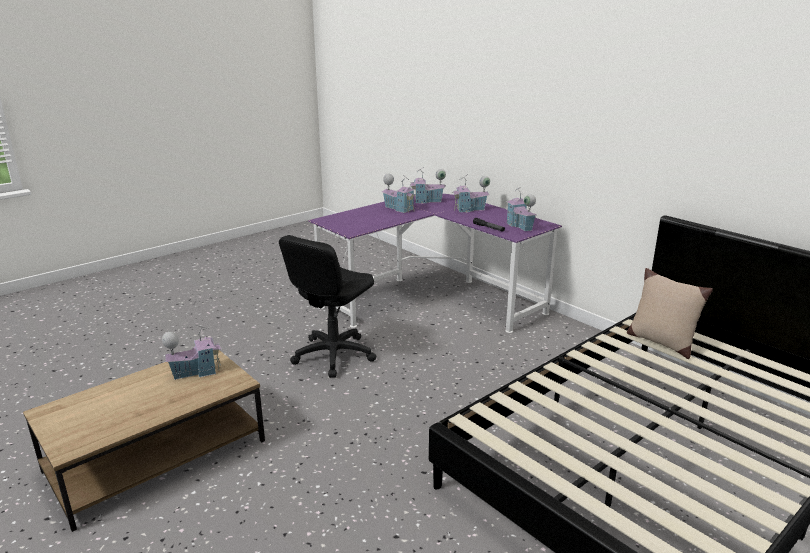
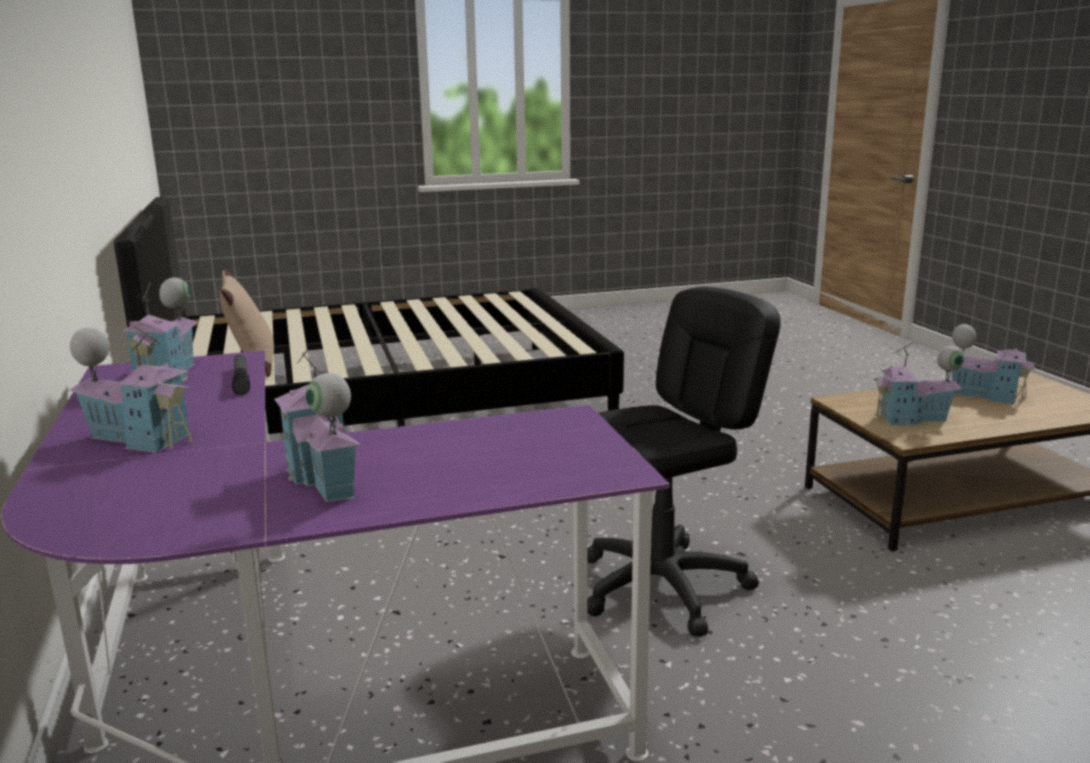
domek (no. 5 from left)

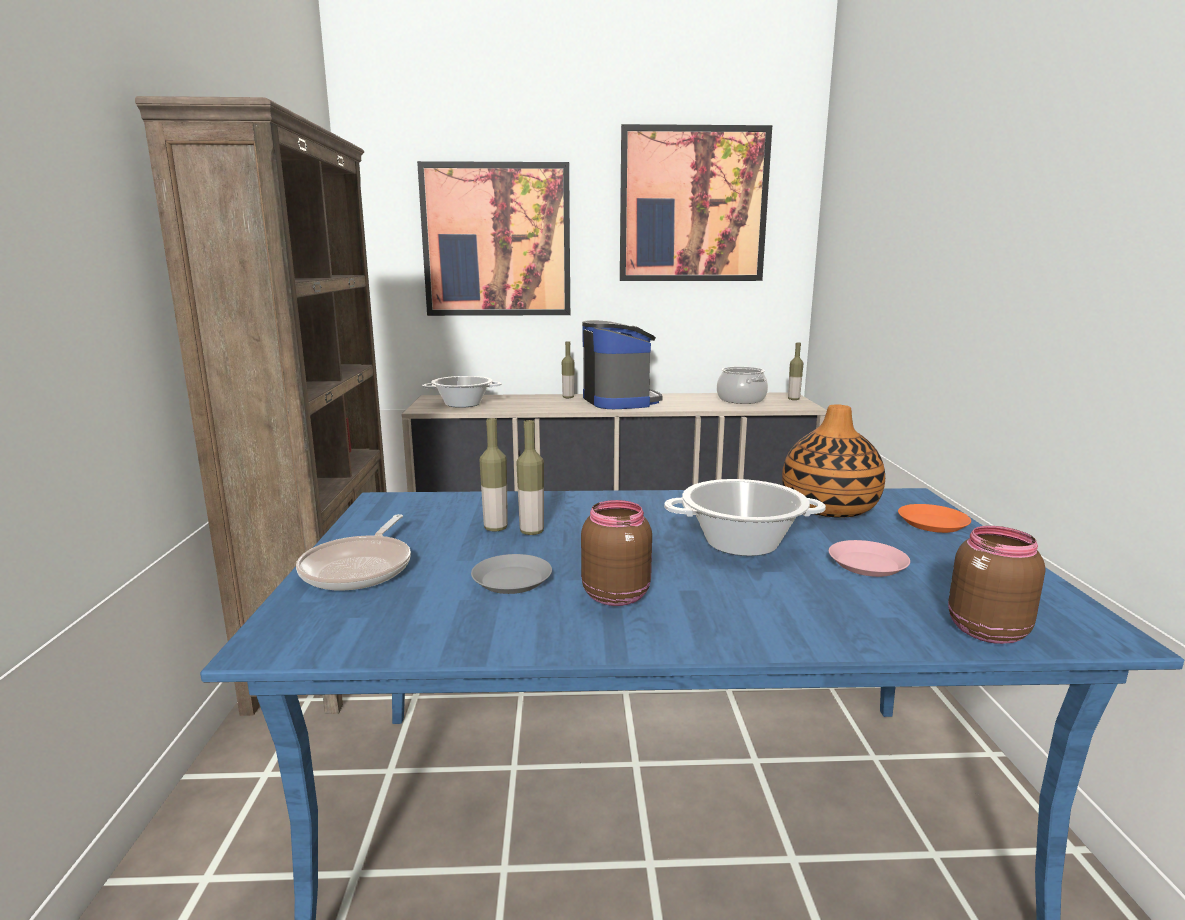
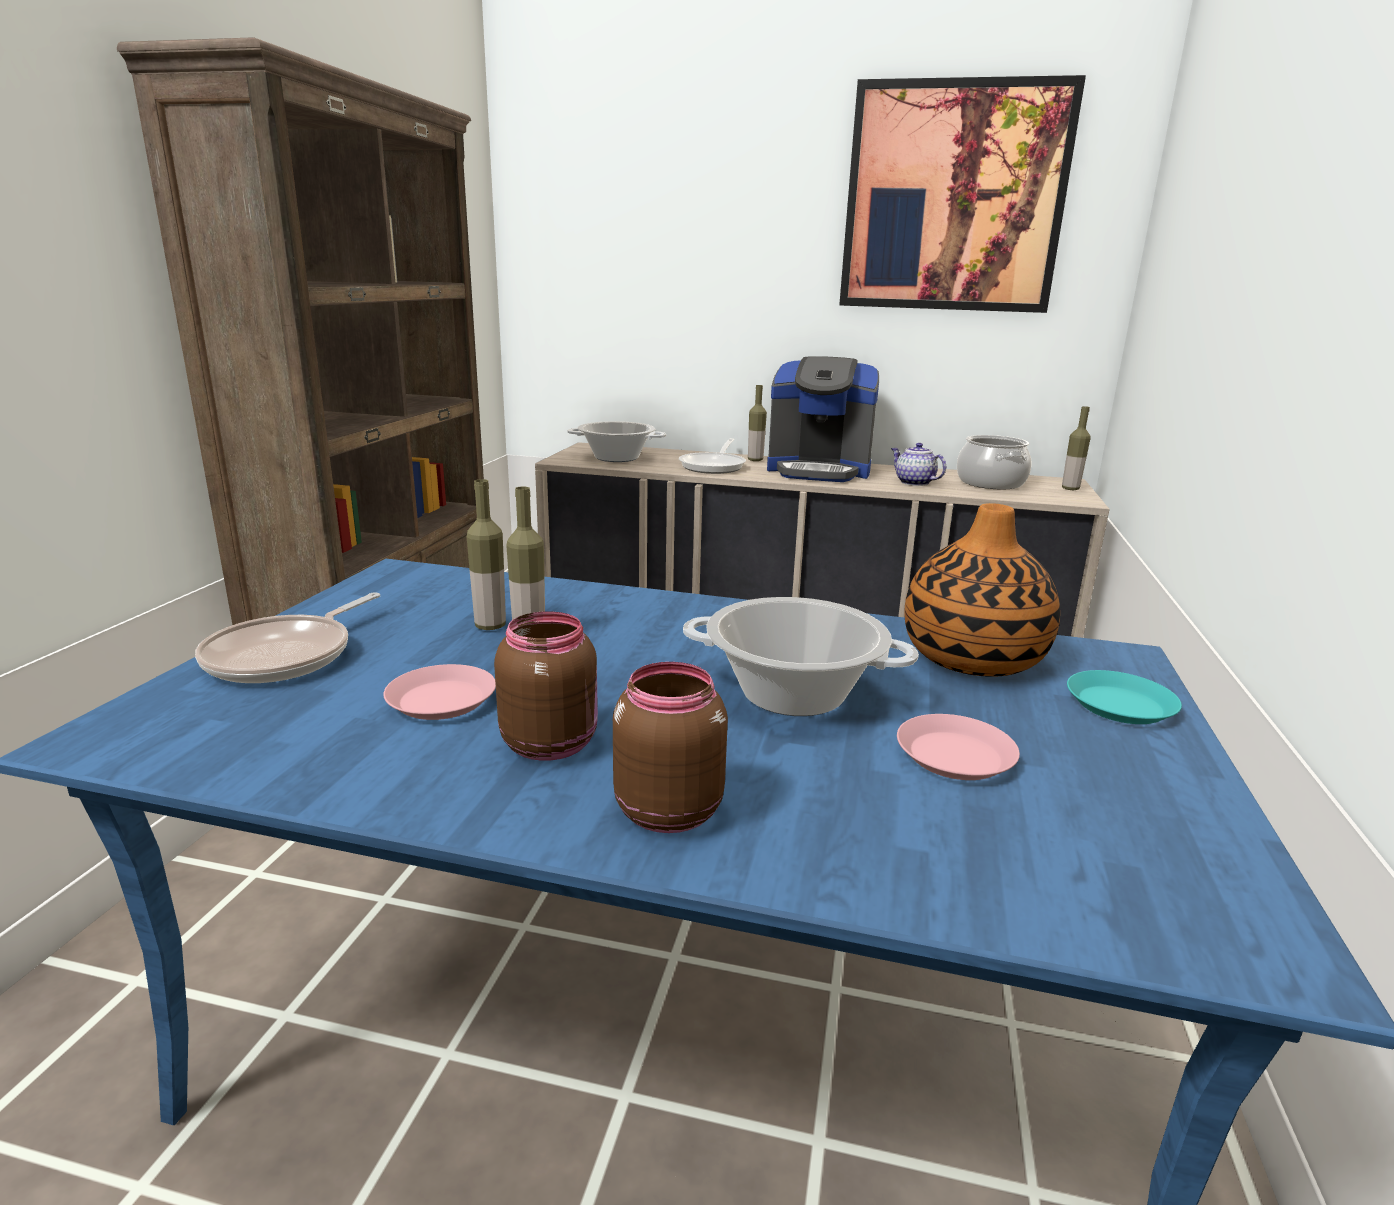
talerz/różowy (no. 1 from left)
słoik/brązowy (no. 2 from left)
patelnia (no. 2 from left)
ekspres do kawy
imbryk
talerz/turkusowy
obraz (no. 1 from left in the first image)

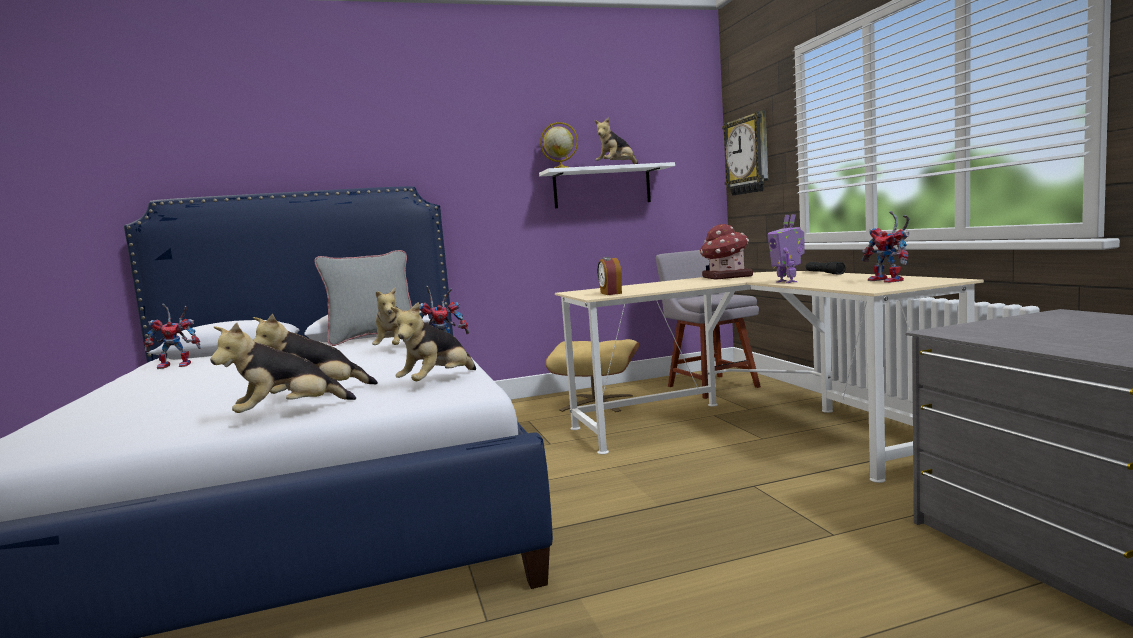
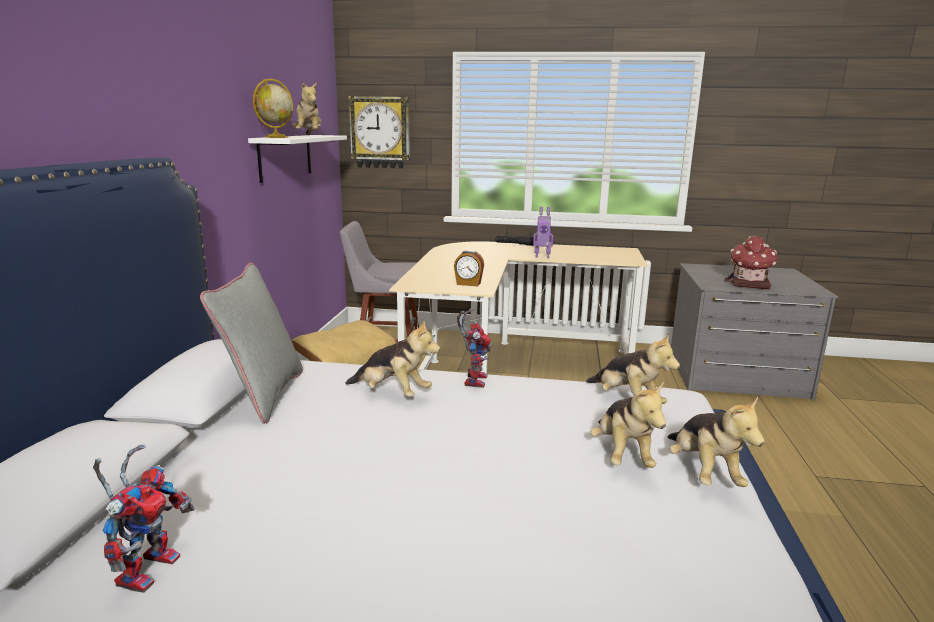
domek
robot zabawkowy (no. 4 from left in the first image)

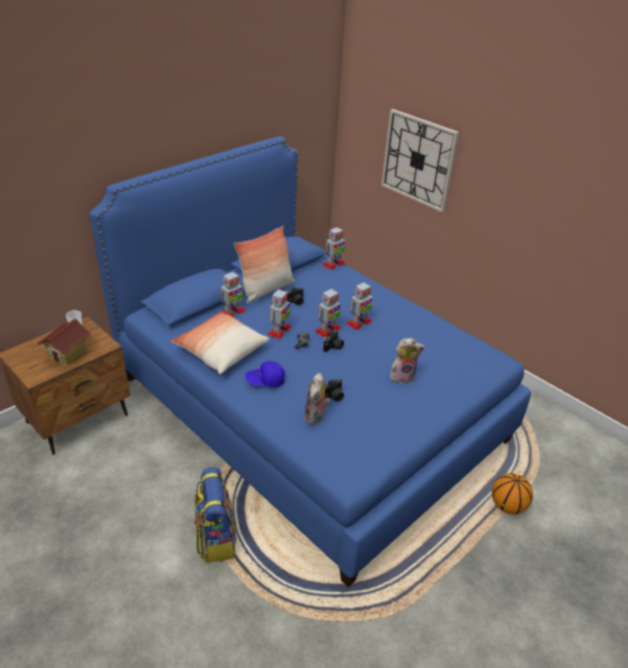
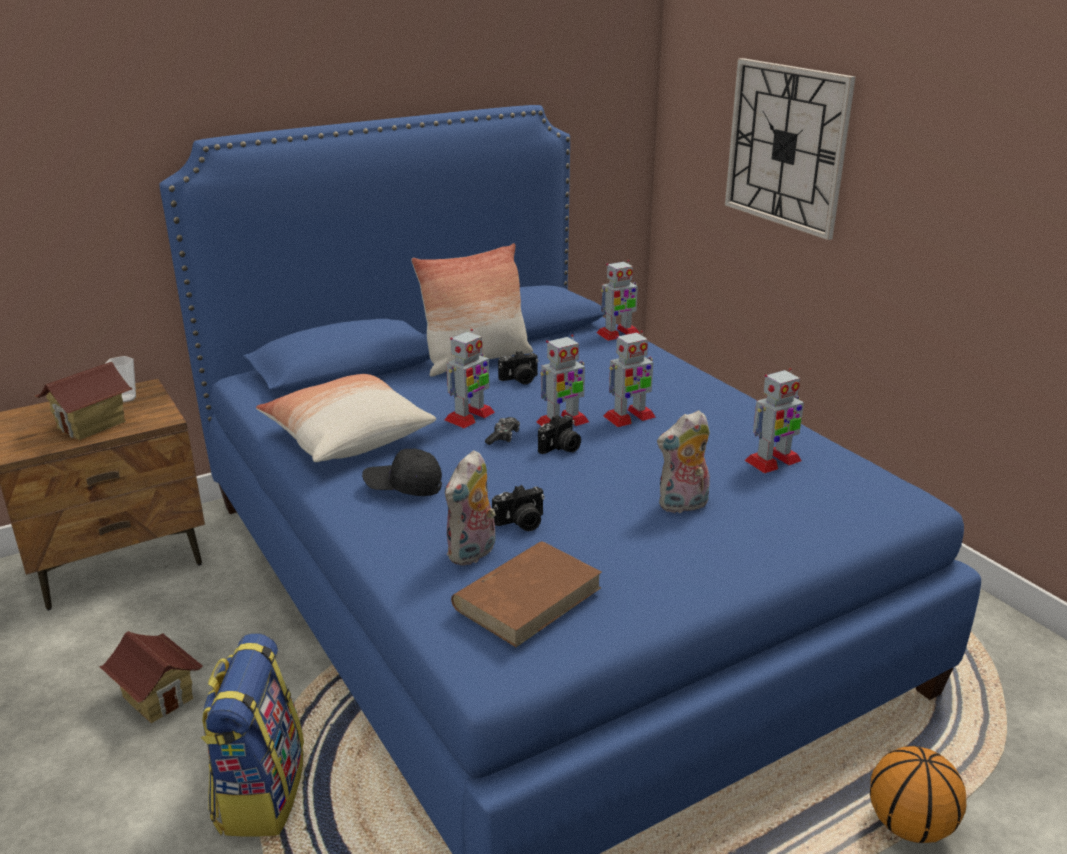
domek (no. 2 from left)
czapka z daszkiem/czarny
książka/brązowy
pluszak (no. 2 from left)
robot zabawkowy (no. 5 from left)

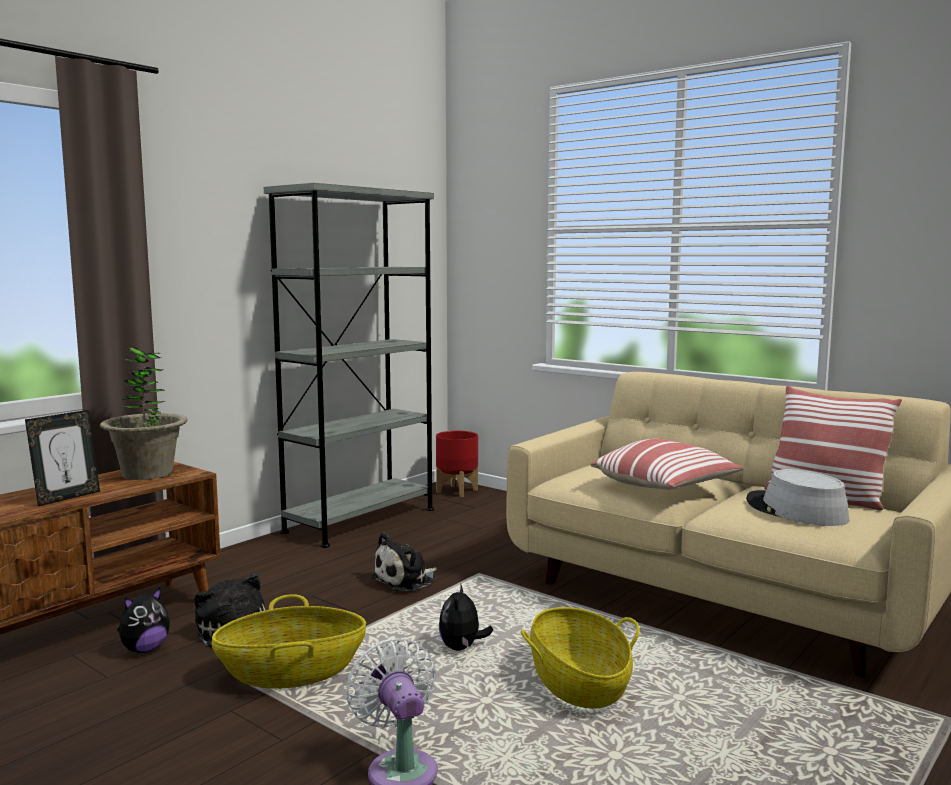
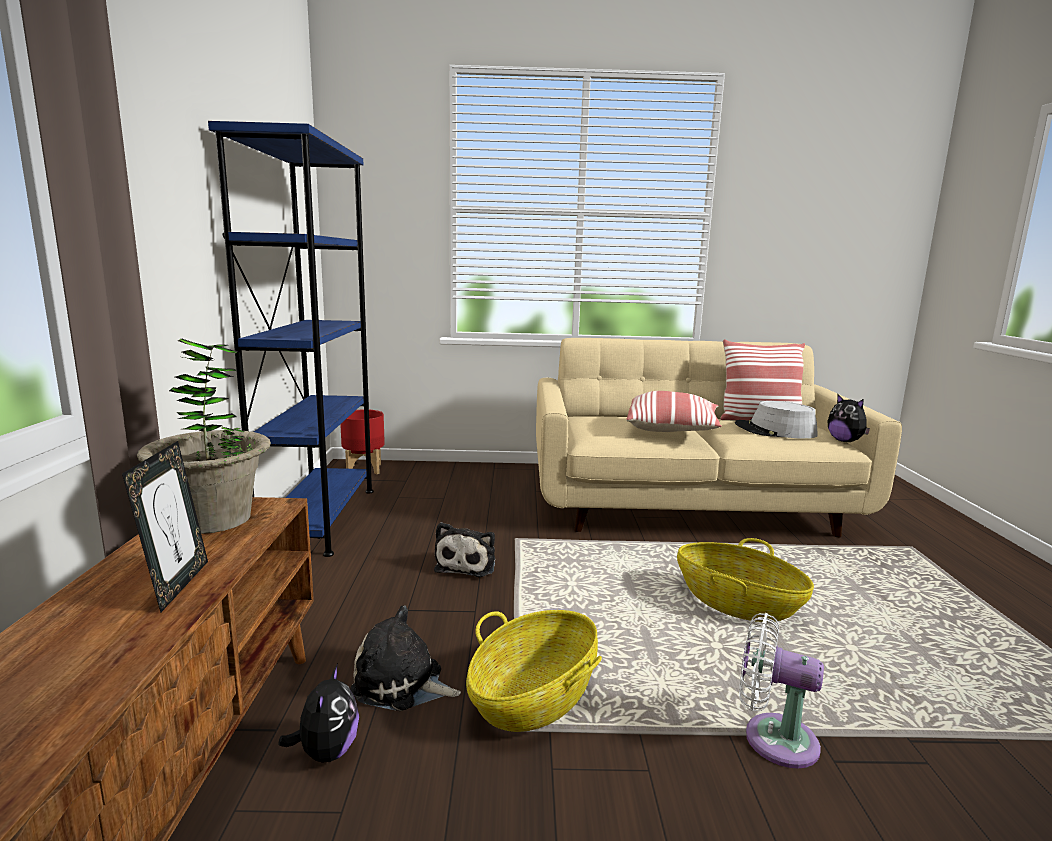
regał/niebieski
pluszak (no. 4 from left)

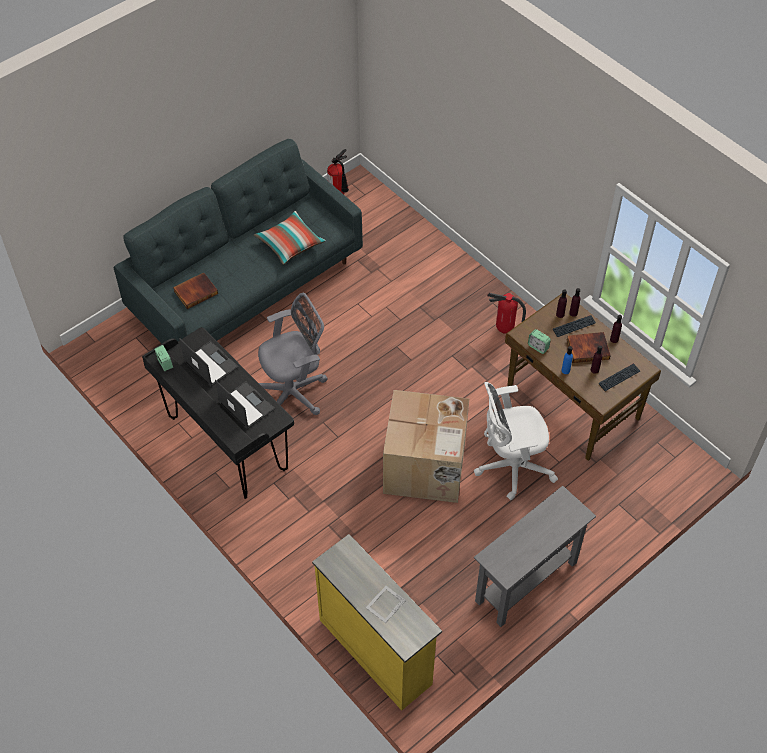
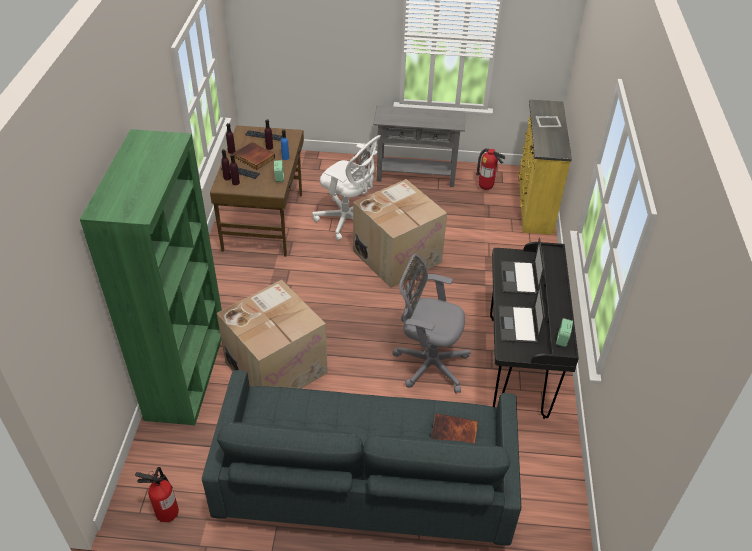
regał/zielony
karton (no. 1 from left)
gaśnica (no. 2 from left)
poduszka

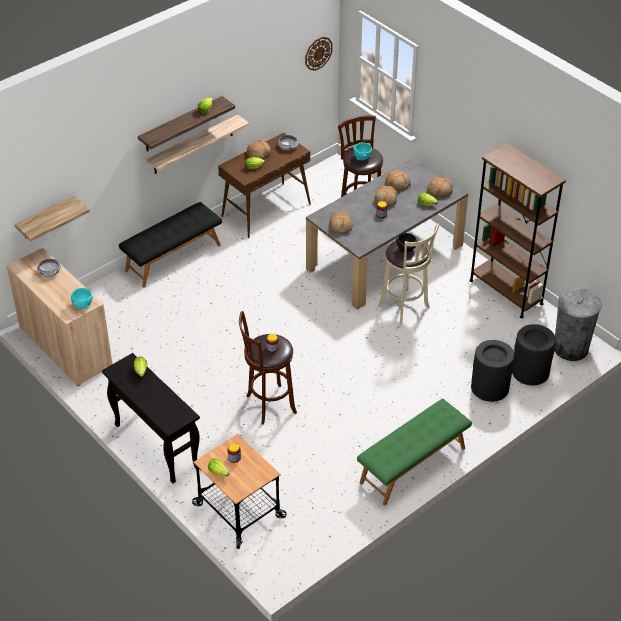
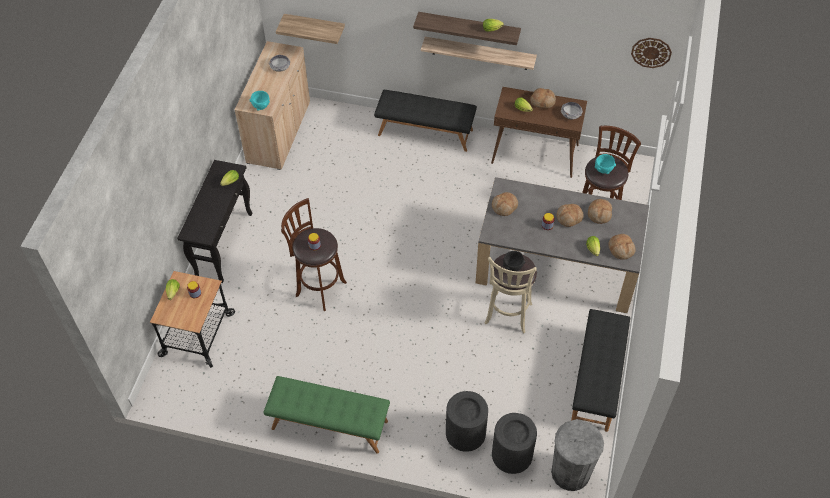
ławka/czarny (no. 2 from left)

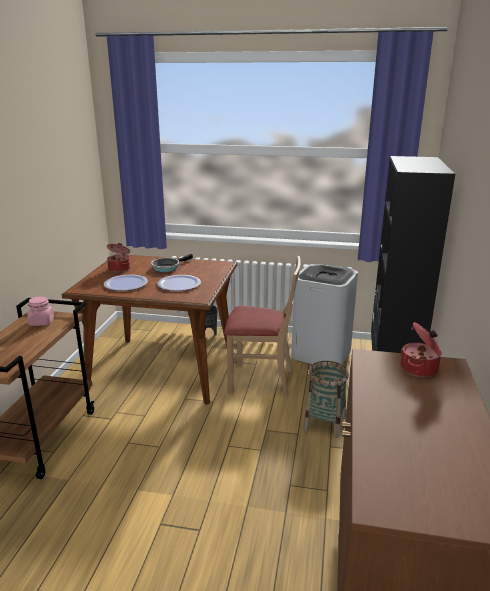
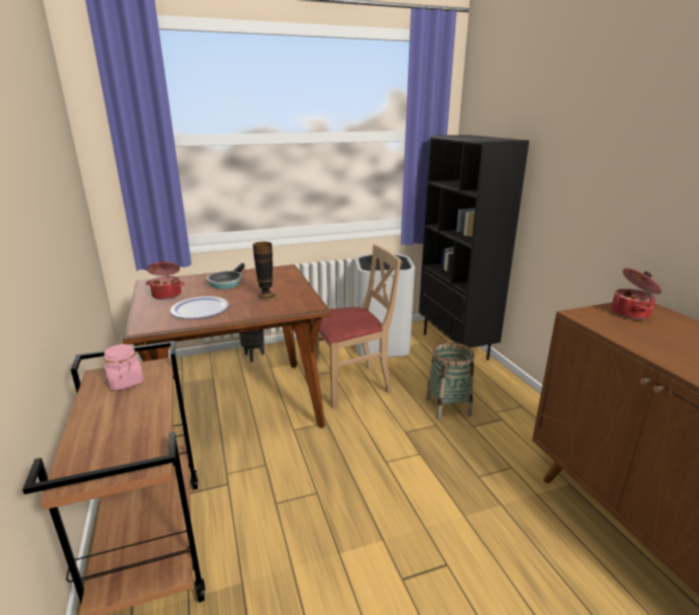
wazon

